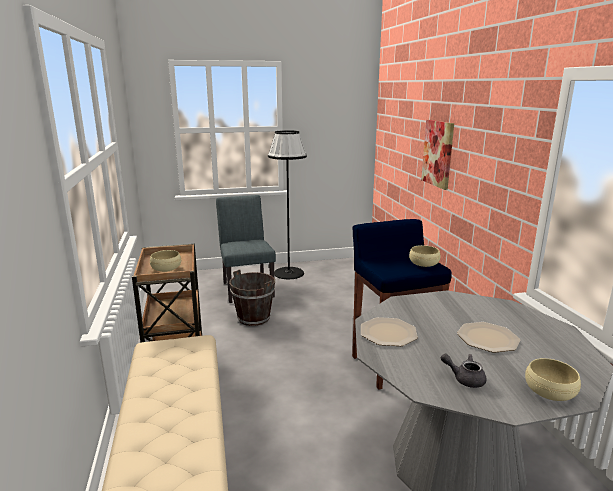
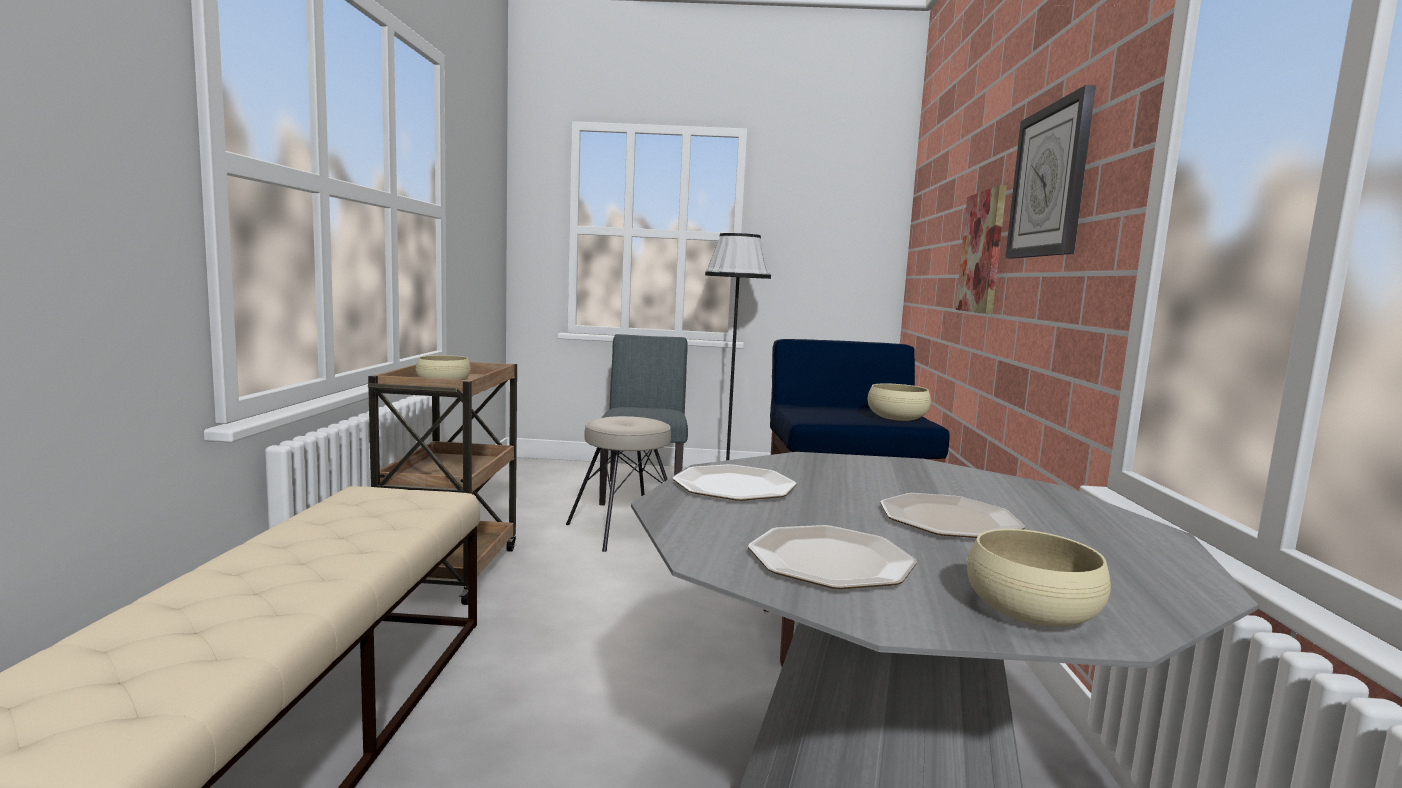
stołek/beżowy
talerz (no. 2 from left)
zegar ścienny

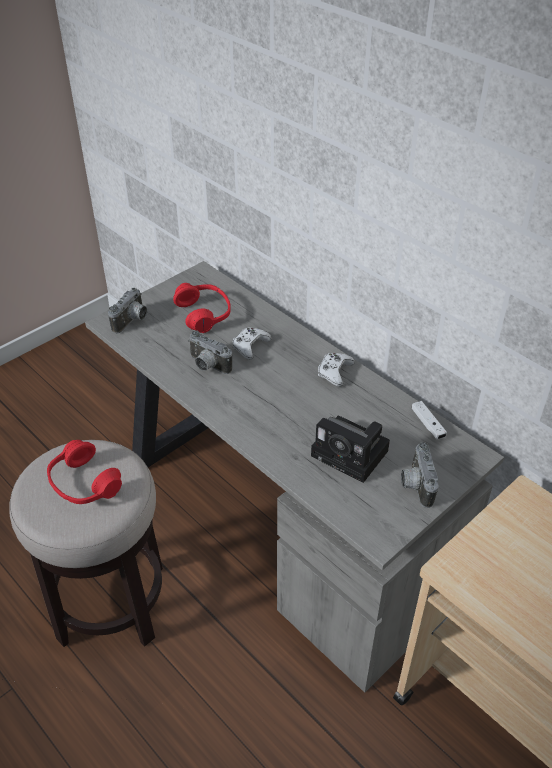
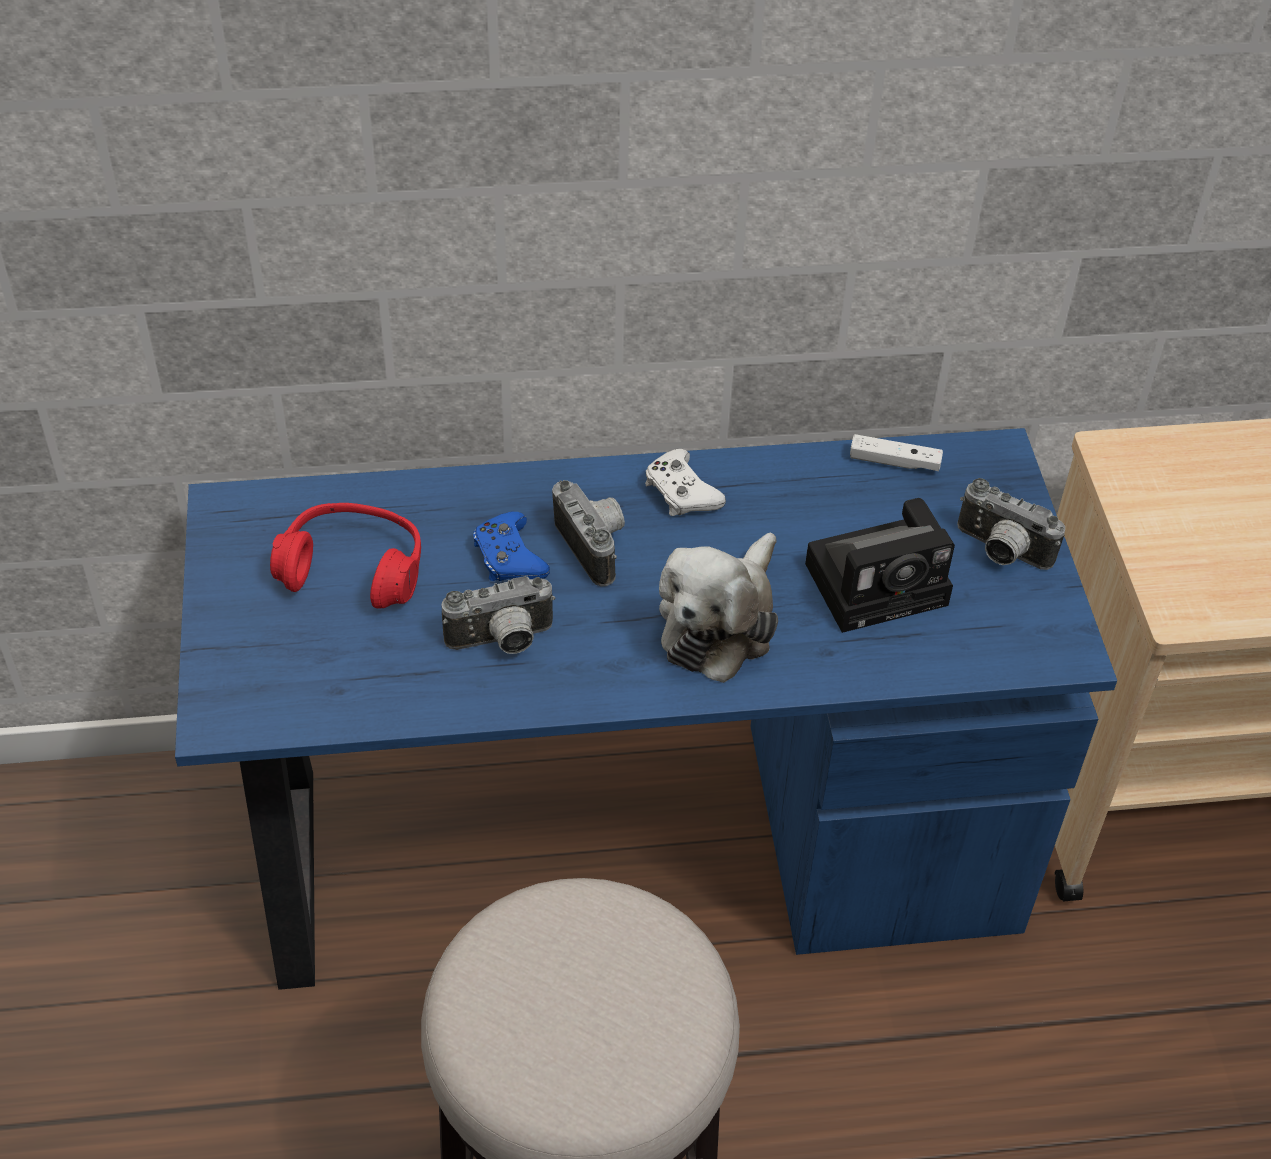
biurko/niebieski
pad do gier/niebieski
aparat fotograficzny (no. 2 from left)
pluszak
słuchawki/czerwony (no. 1 from left in the first image)

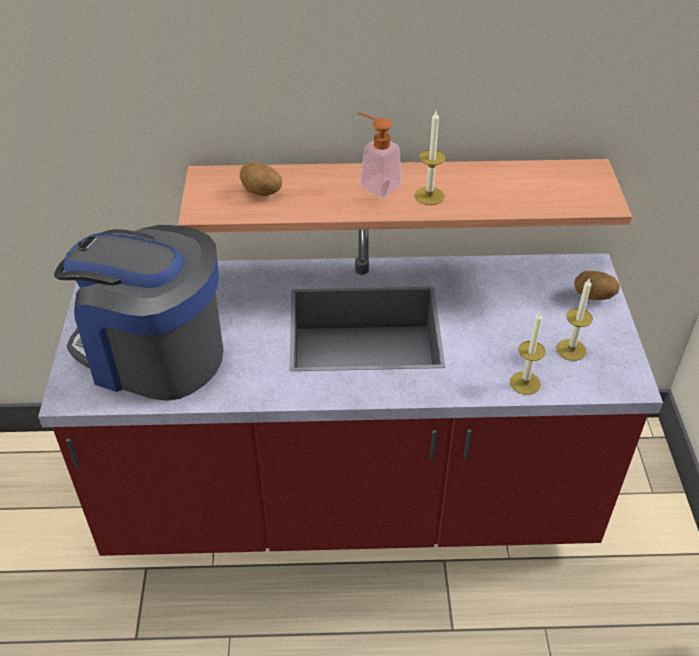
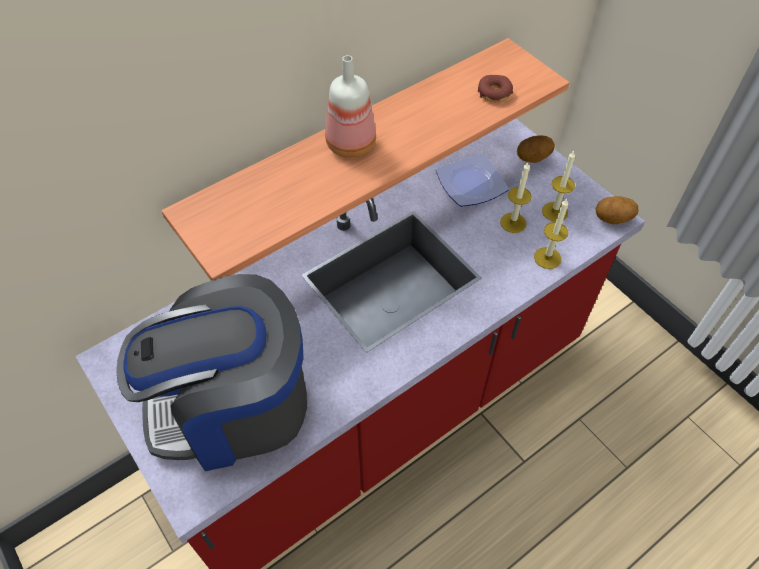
butelka
talerz
donut
świeca (no. 1 from left)
ziemniak (no. 2 from left)

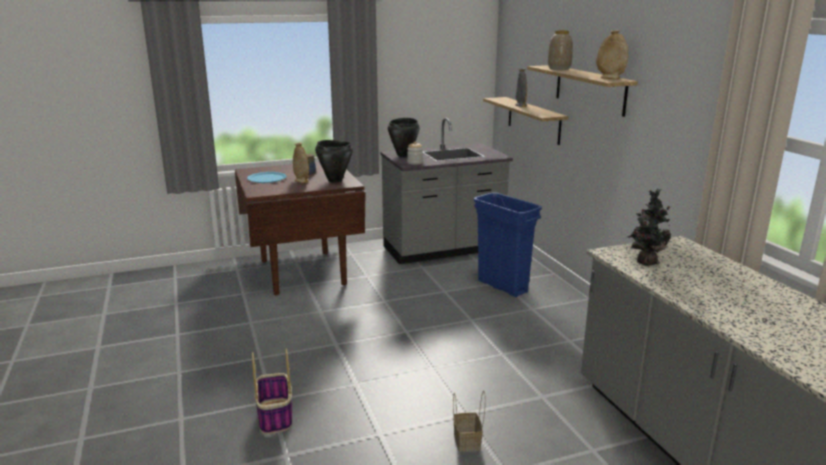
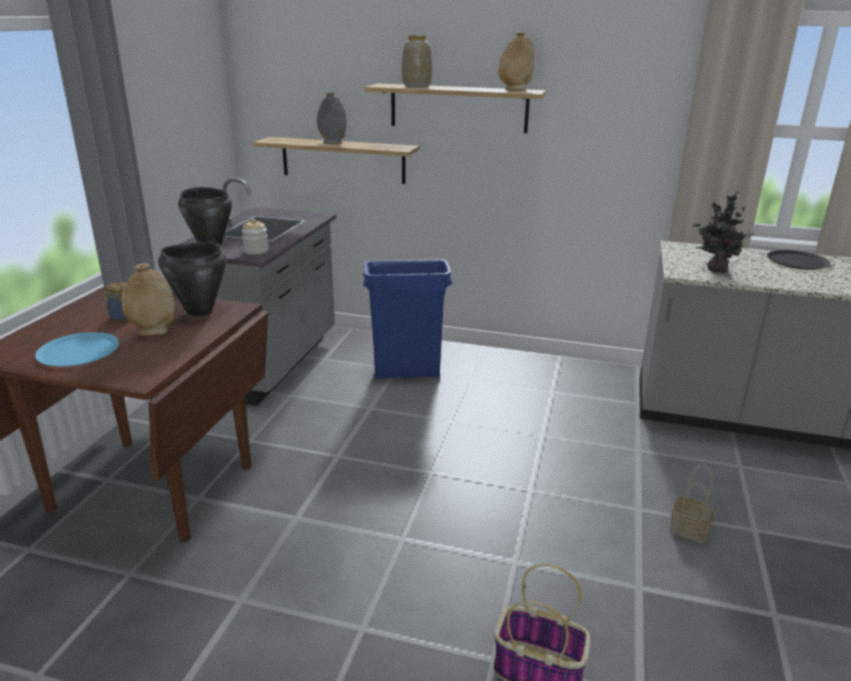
talerz/czarny

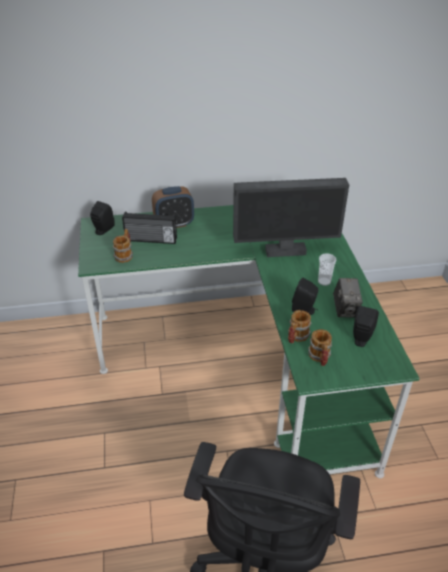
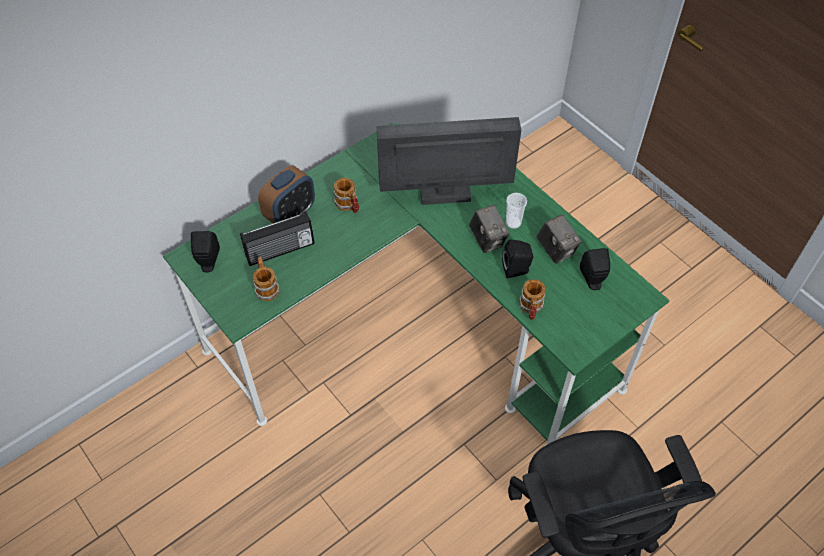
kubek (no. 2 from left)
monitor
aparat fotograficzny (no. 1 from left)

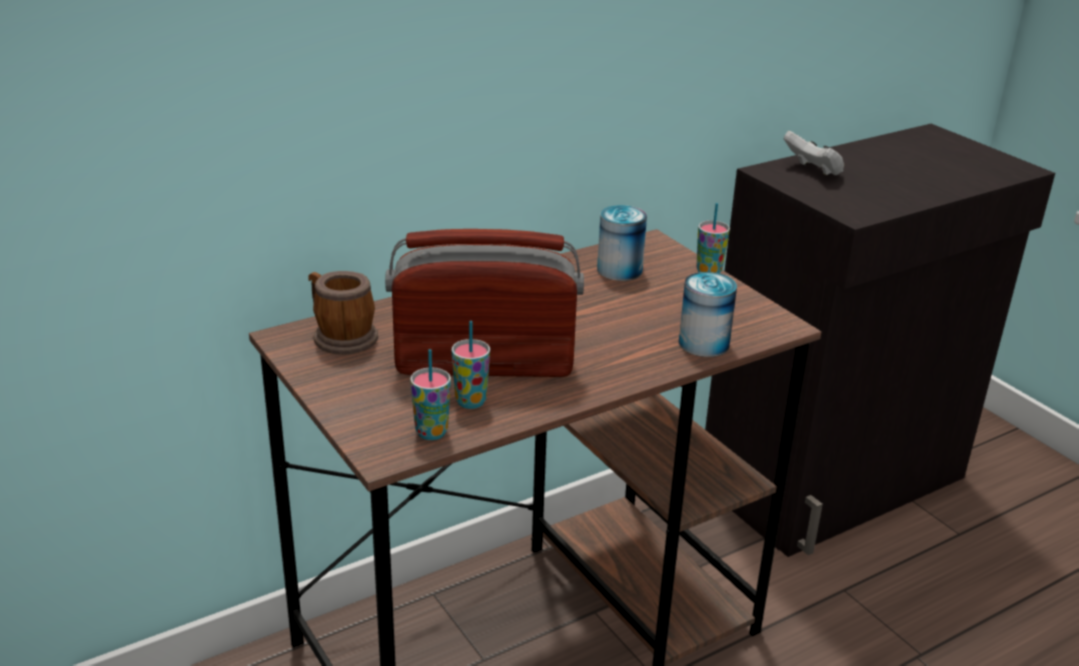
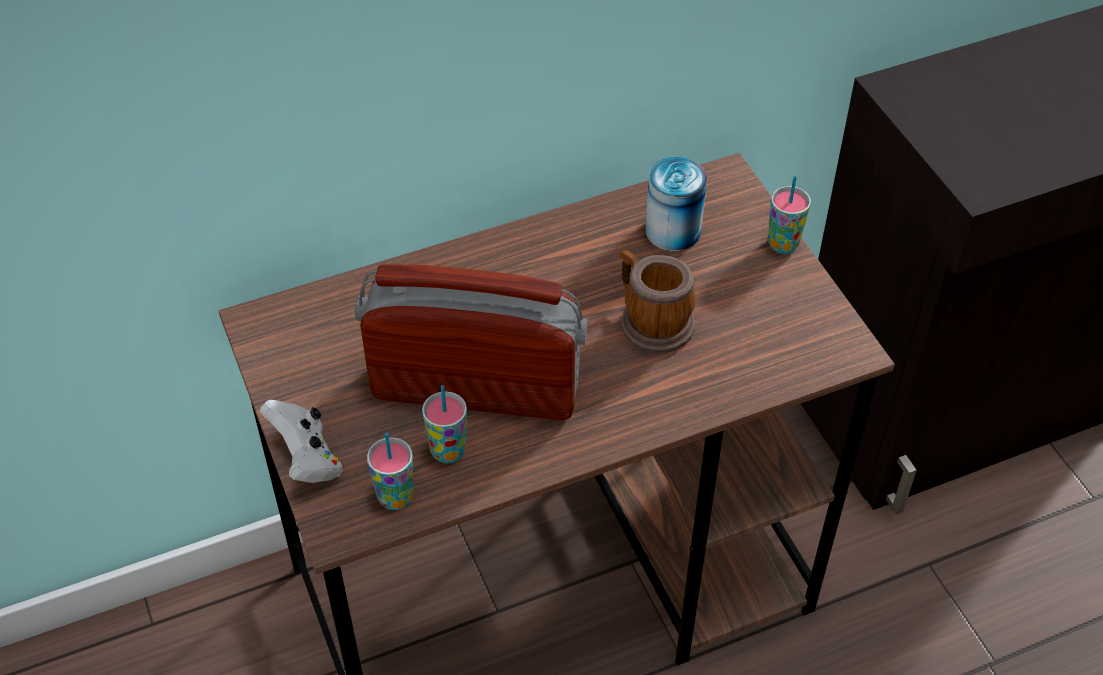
pad do gier/biały
kubek
puszka (no. 2 from left in the first image)

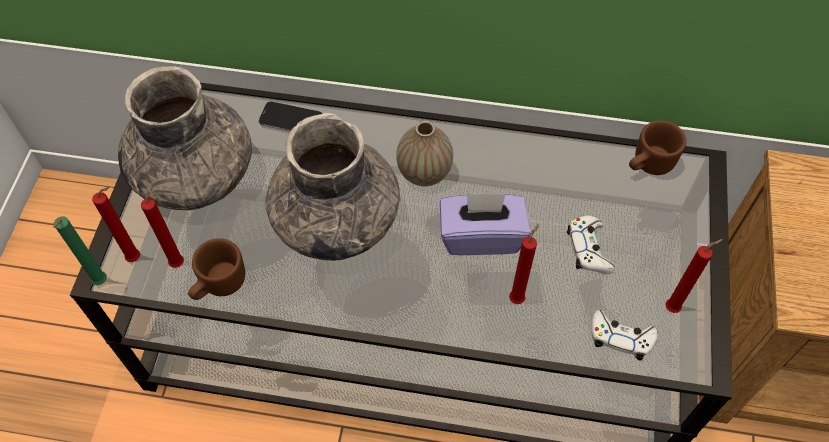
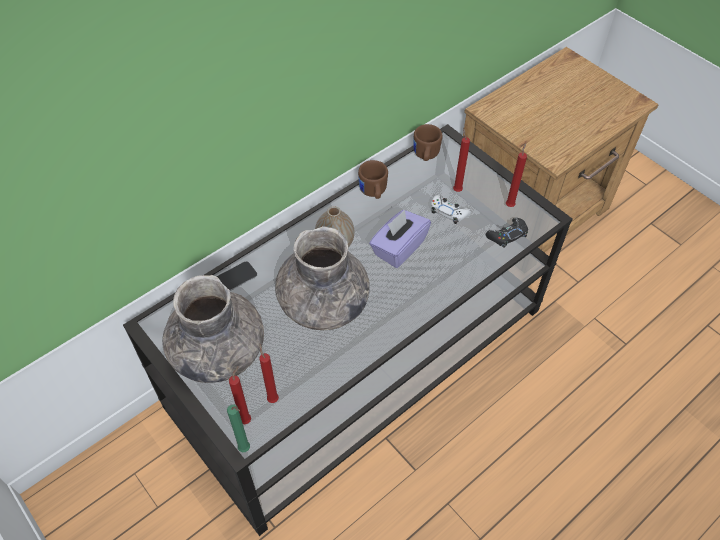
kubek/brązowy (no. 1 from left)
świeca/czerwony (no. 3 from left)
pad do gier/czarny

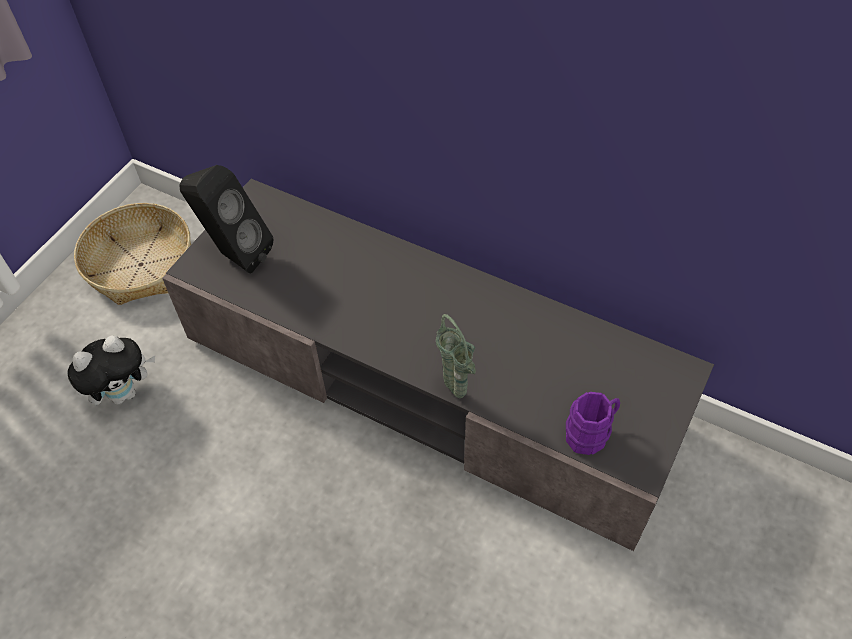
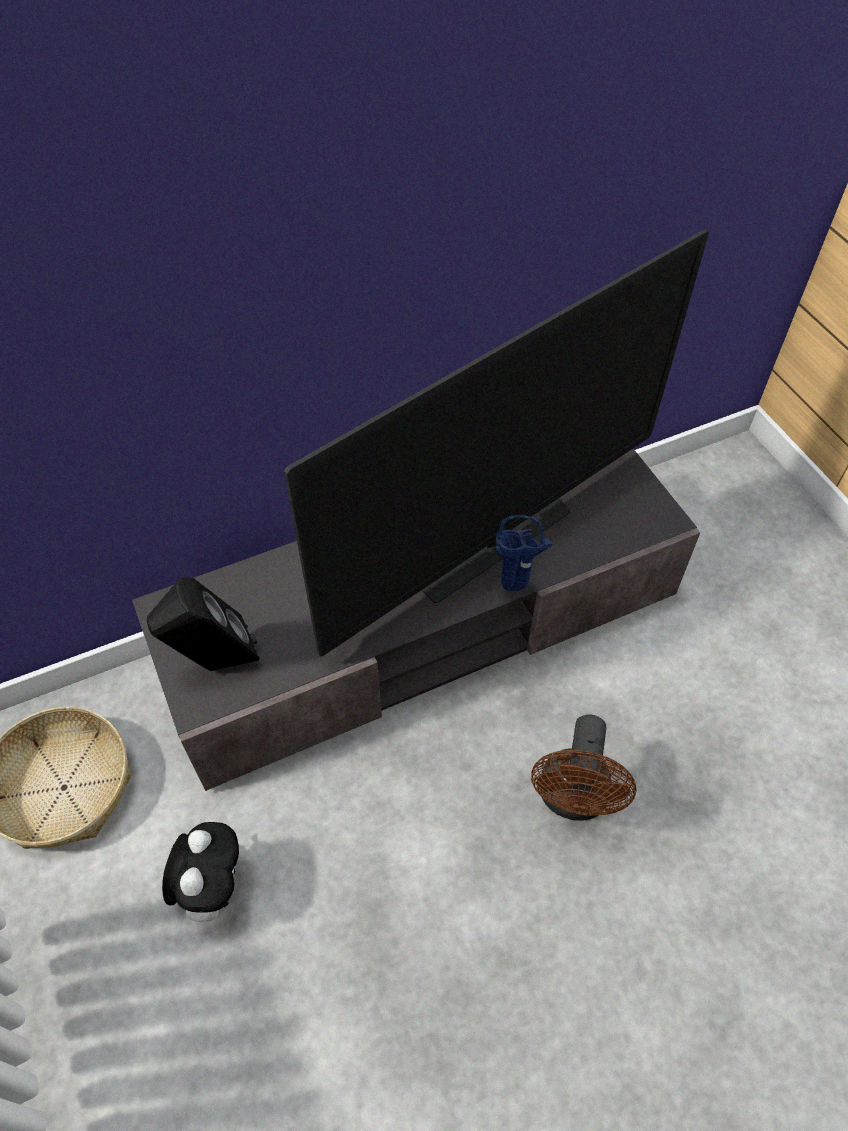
telewizor
wazon/niebieski
wentylator/brązowy
kubek/fioletowy

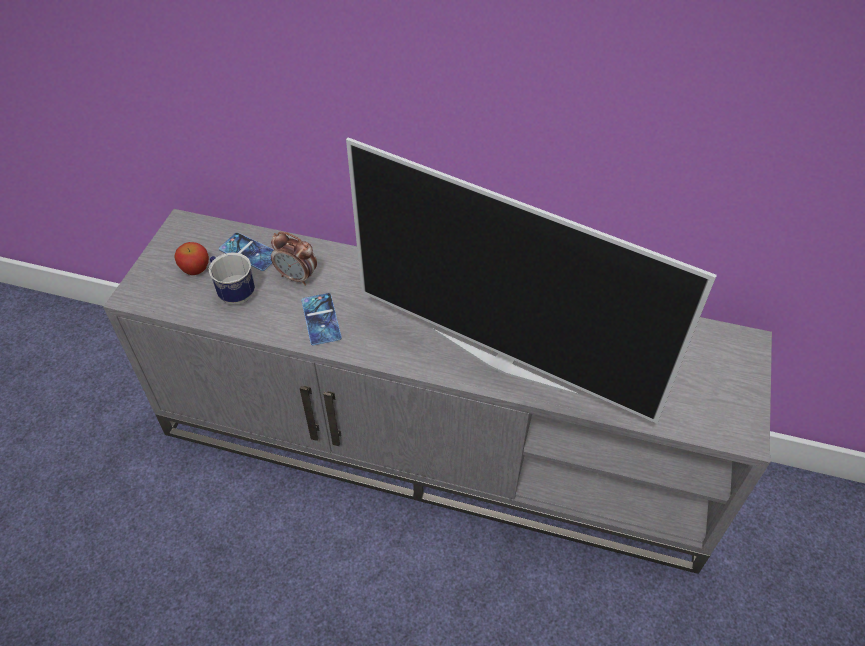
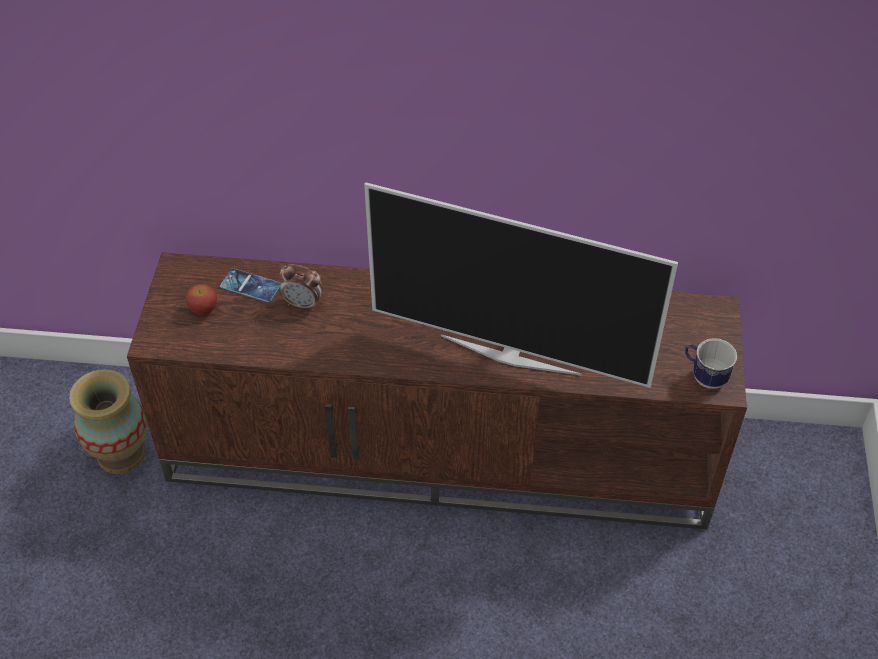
wazon
szafka pod telewizor/brązowy
kubek
telefon (no. 2 from left in the first image)

